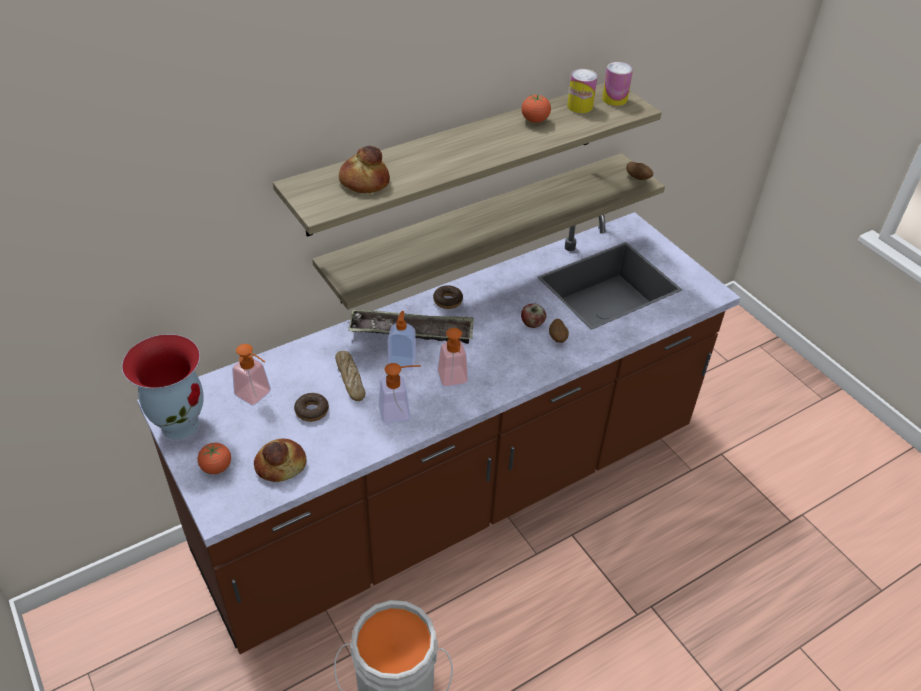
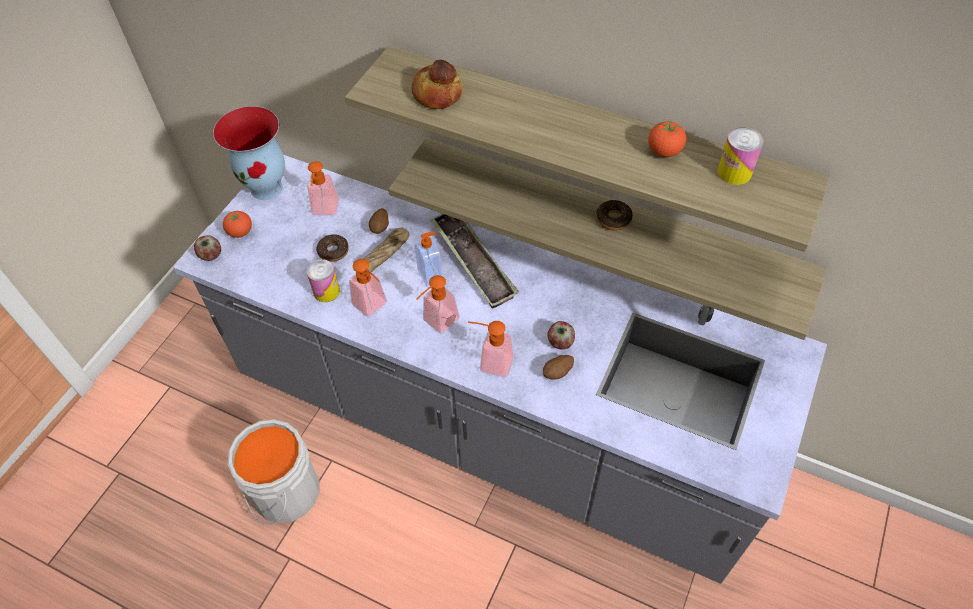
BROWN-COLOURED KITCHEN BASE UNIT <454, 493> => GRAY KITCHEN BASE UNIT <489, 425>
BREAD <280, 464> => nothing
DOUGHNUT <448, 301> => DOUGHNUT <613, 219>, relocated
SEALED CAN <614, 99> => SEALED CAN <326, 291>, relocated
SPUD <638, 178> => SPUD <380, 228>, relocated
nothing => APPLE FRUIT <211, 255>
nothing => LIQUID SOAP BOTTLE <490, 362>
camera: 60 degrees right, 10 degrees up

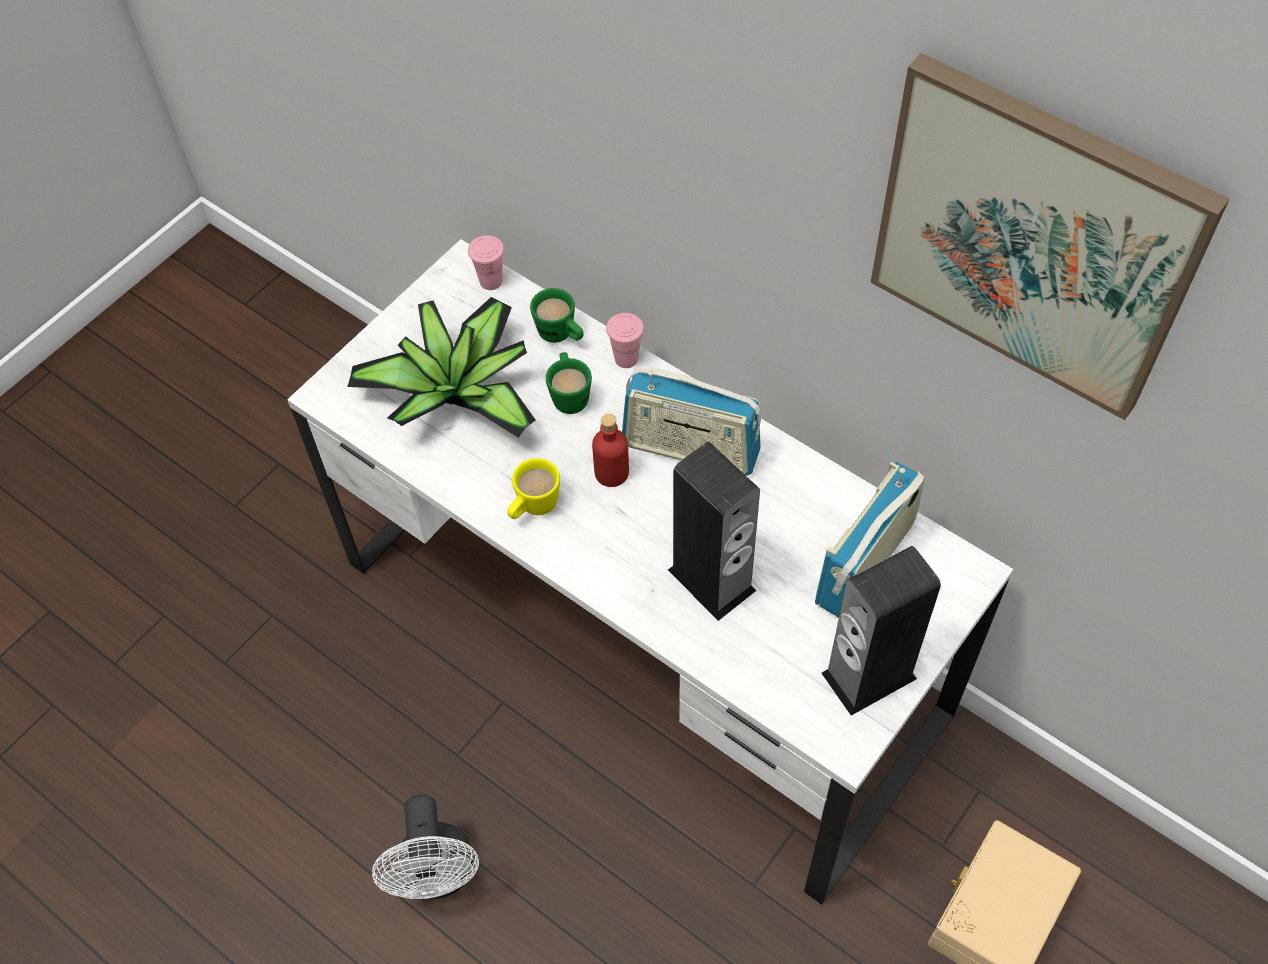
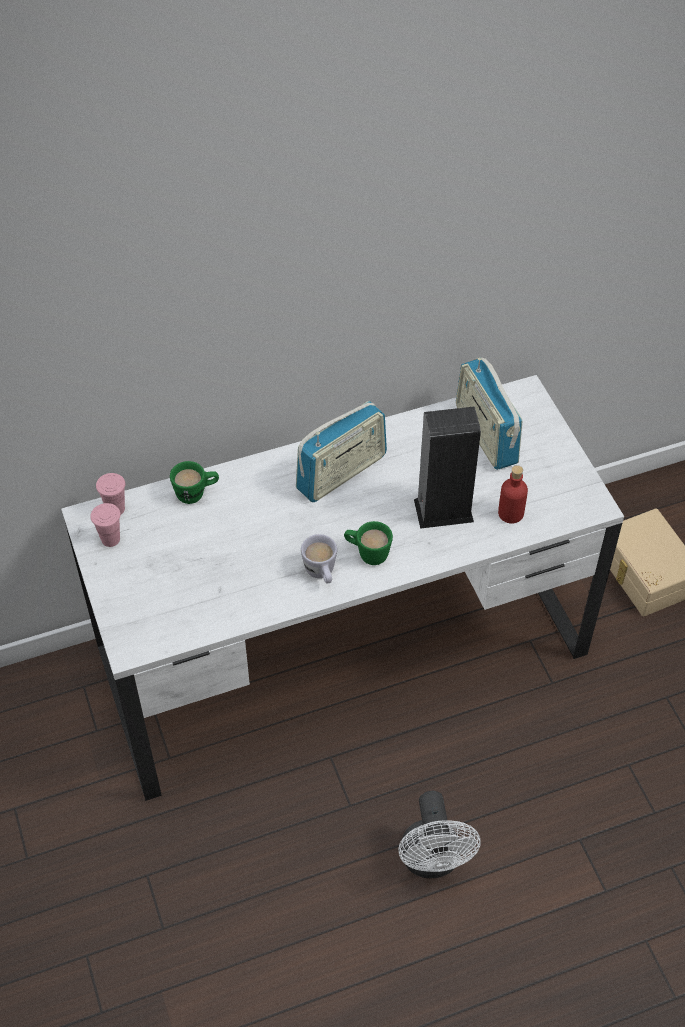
PLANT IN A POT <457, 392> => nothing
WHITE-COLOURED FAN <438, 876> => WHITE-COLOURED FAN <432, 861>, 60 degrees clockwise
YELLOWISH MUG <533, 508> => WHITE-COLOURED MUG <321, 574>
GREEN MUG <569, 395> => GREEN MUG <367, 553>, relocated
RED DRINK BOTTLE <611, 472> => RED DRINK BOTTLE <510, 513>, relocated
PINKISH DRINKING CUP <626, 359> => PINKISH DRINKING CUP <110, 539>, relocated
AUDIO SPEAKER <869, 675> => nothing
PICTURE <1033, 238> => nothing
camera: 60 degrees left, 5 degrees down

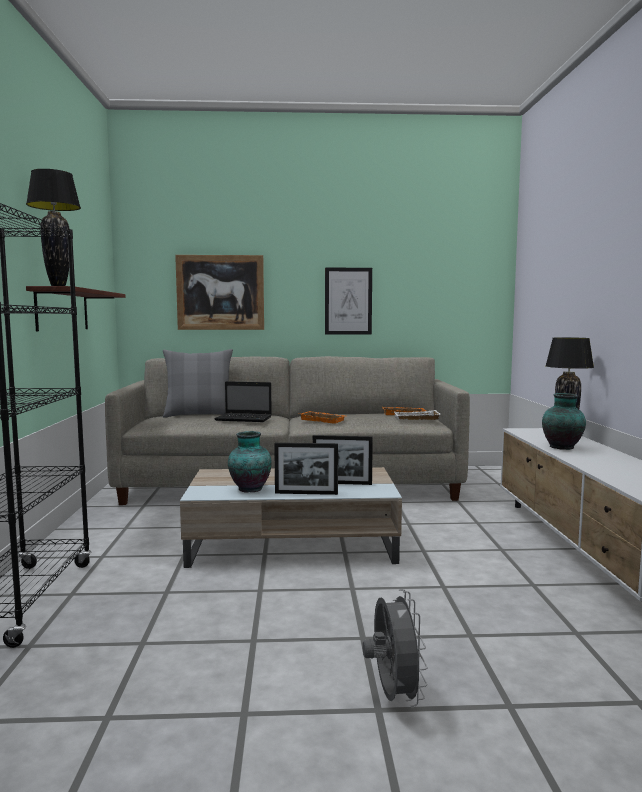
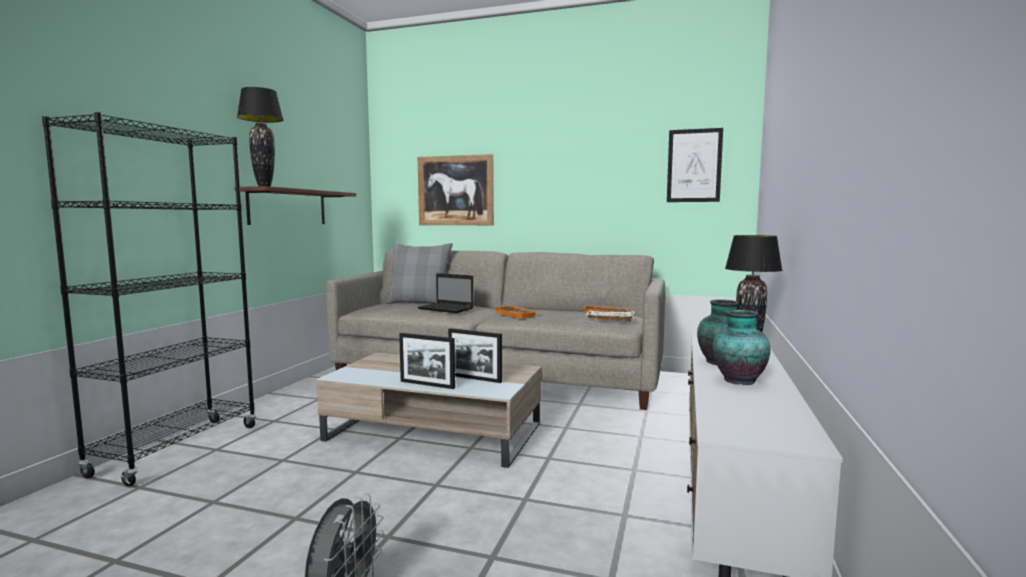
FLOWER VASE <249, 489> => FLOWER VASE <738, 381>, relocated
PICTURE <348, 301> => PICTURE <694, 165>, relocated
camera: 20 degrees right, 0 degrees up

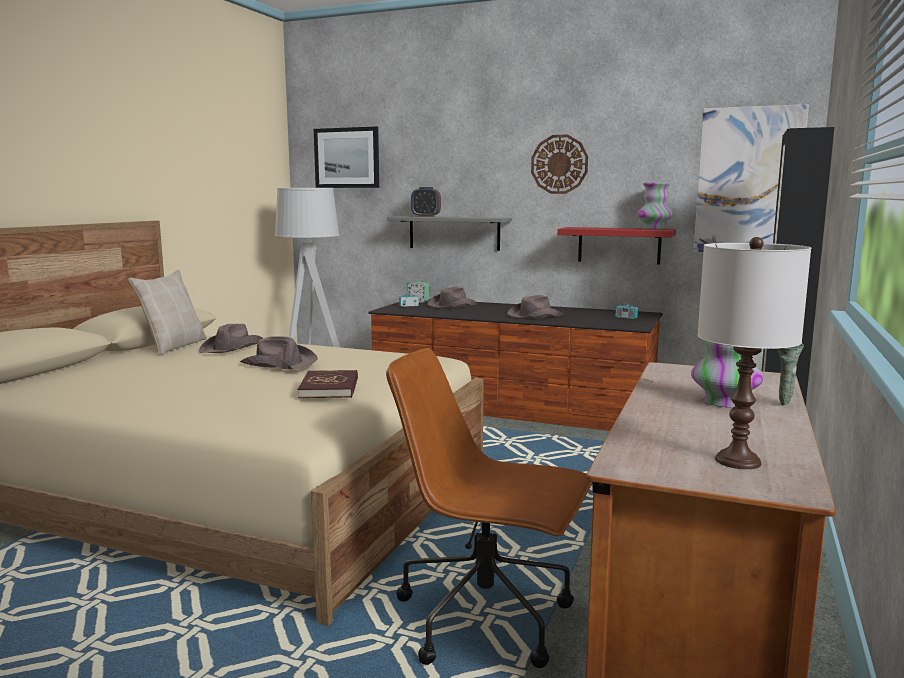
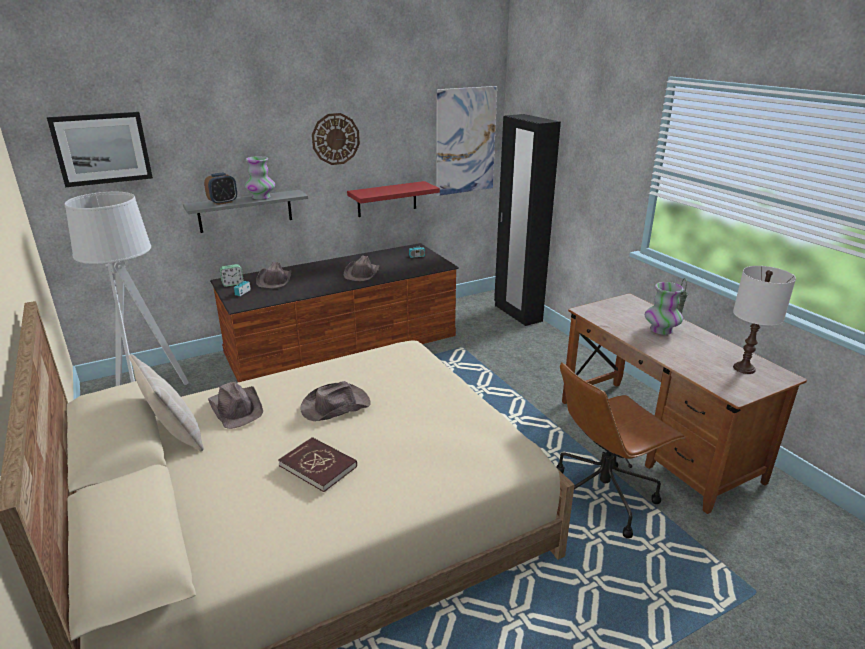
RED VOLUME <329, 388> => RED VOLUME <318, 466>, relocated
FLOWER VASE <653, 229> => FLOWER VASE <261, 197>, relocated
camera: 50 degrees left, 15 degrees up

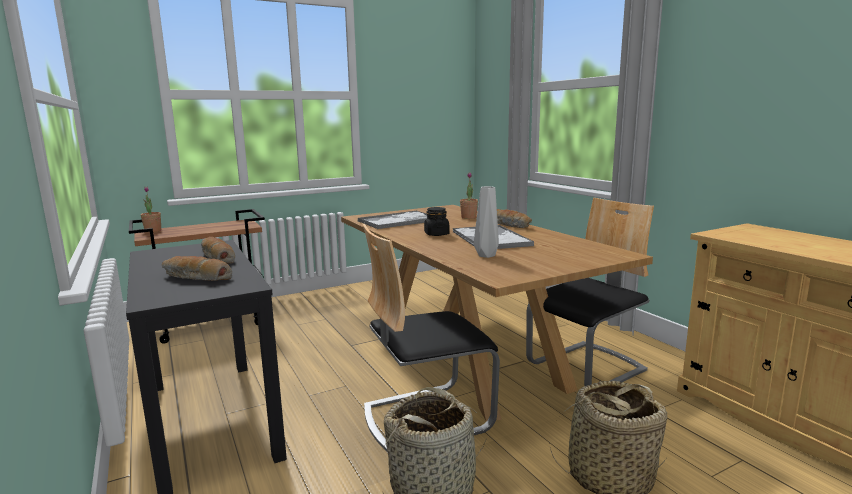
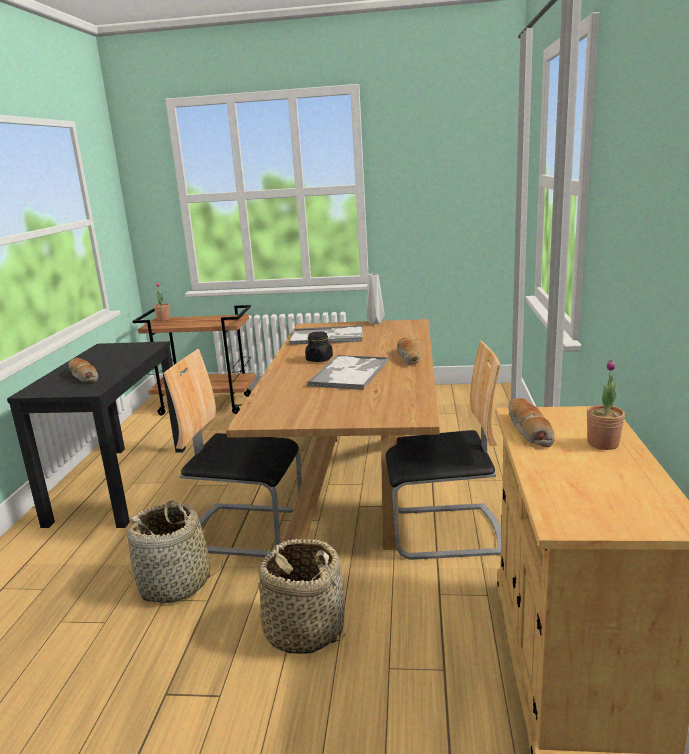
BREAD <217, 257> => BREAD <527, 430>, relocated
PLANT IN A POT <468, 217> => PLANT IN A POT <603, 444>, relocated
GRAY FLOWER VASE <487, 256> => GRAY FLOWER VASE <375, 323>, relocated
camera: 35 degrees right, 5 degrees up

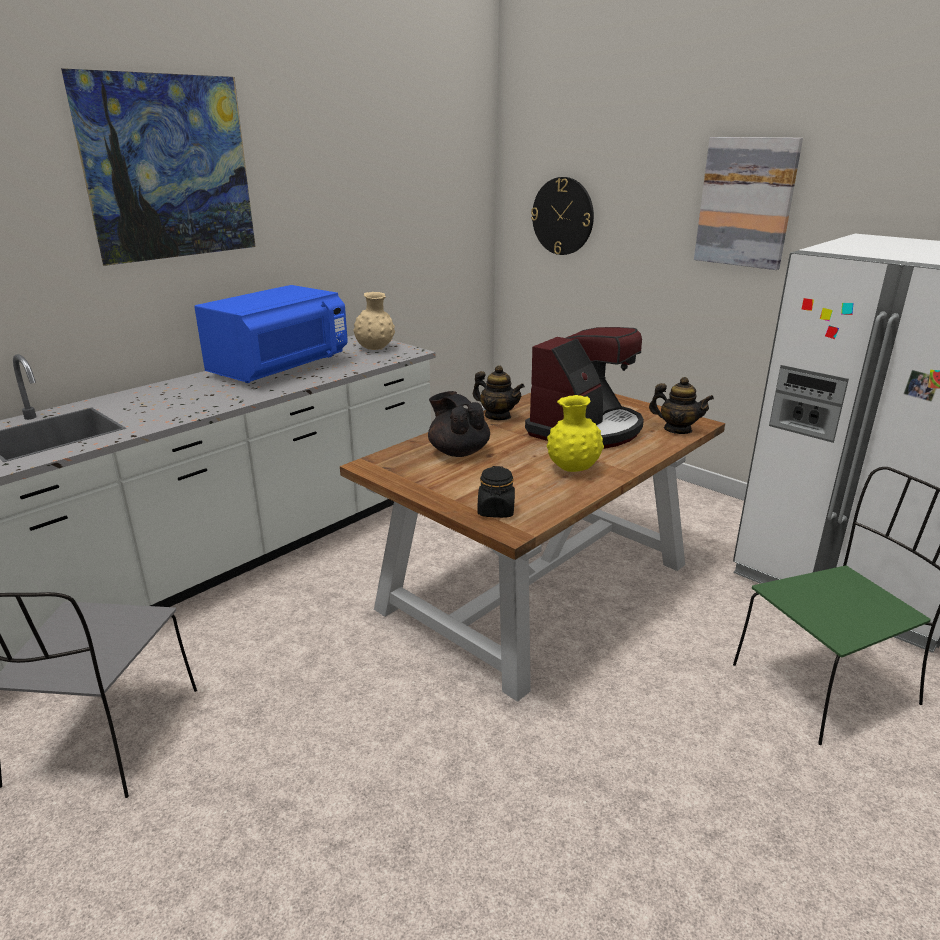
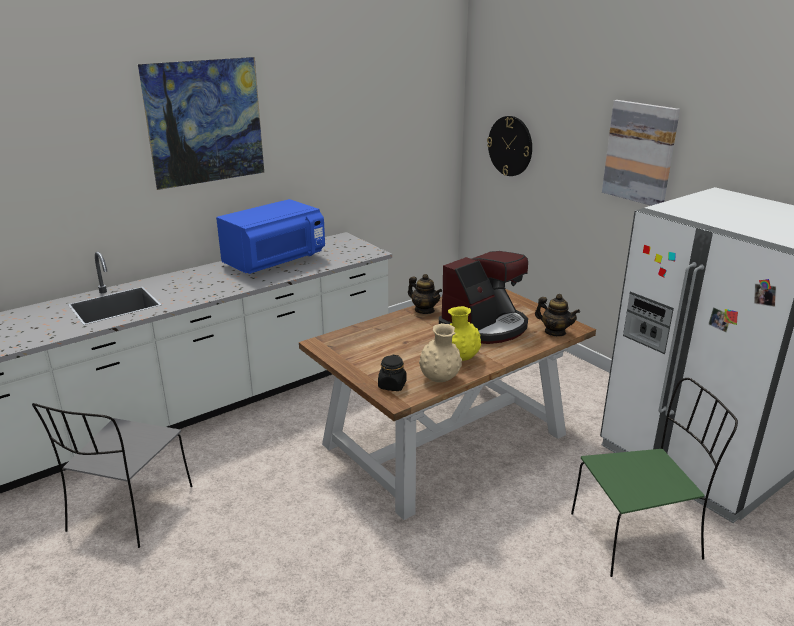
BEIGE FLOWER VASE <375, 349> => BEIGE FLOWER VASE <439, 379>, relocated
BLACKISH TEAPOT <458, 452> => nothing
camera: 10 degrees right, 0 degrees up

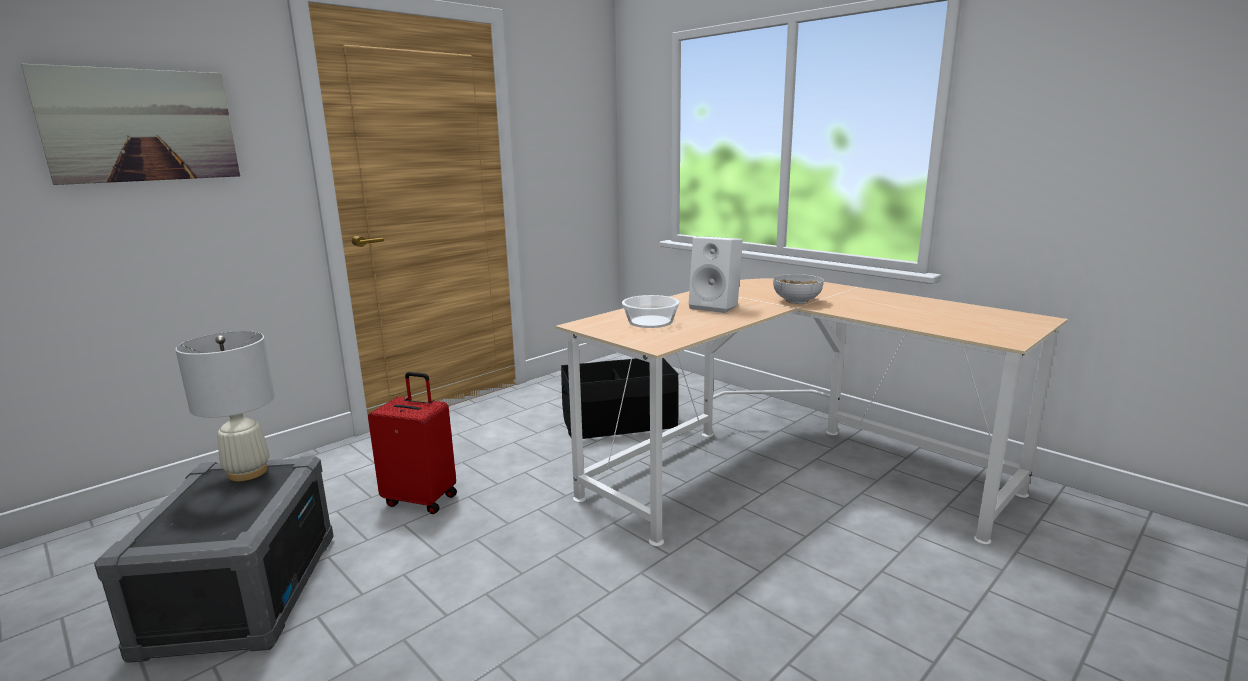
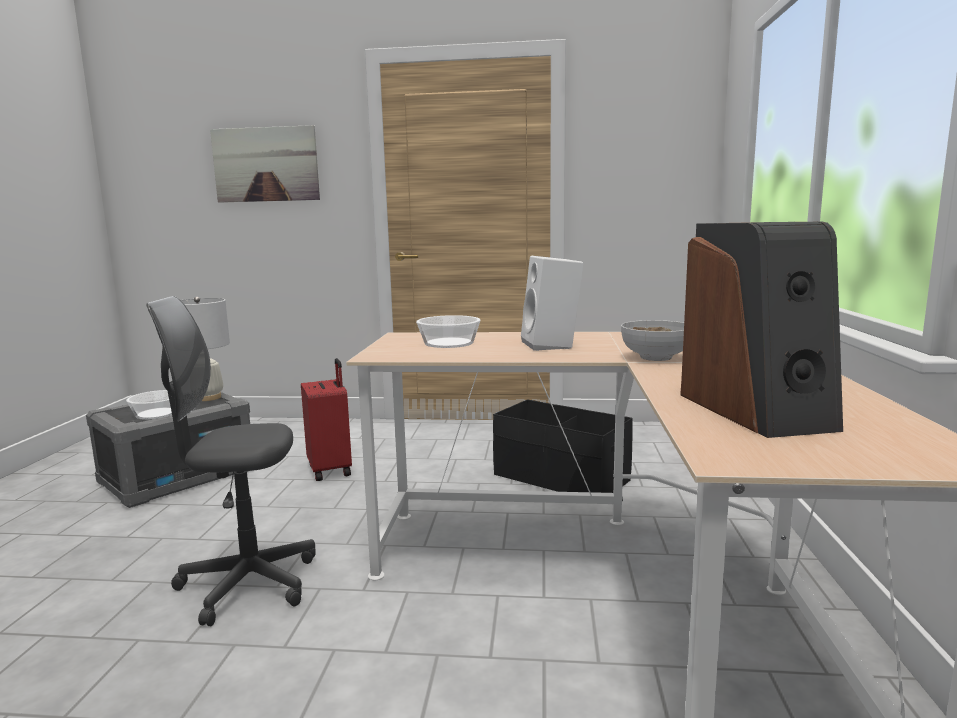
nothing => SERVING BOWL <156, 413>
nothing => GRAY OFFICE CHAIR <248, 584>
nothing => AUDIO SPEAKER <756, 410>
camera: 50 degrees right, 5 degrees down

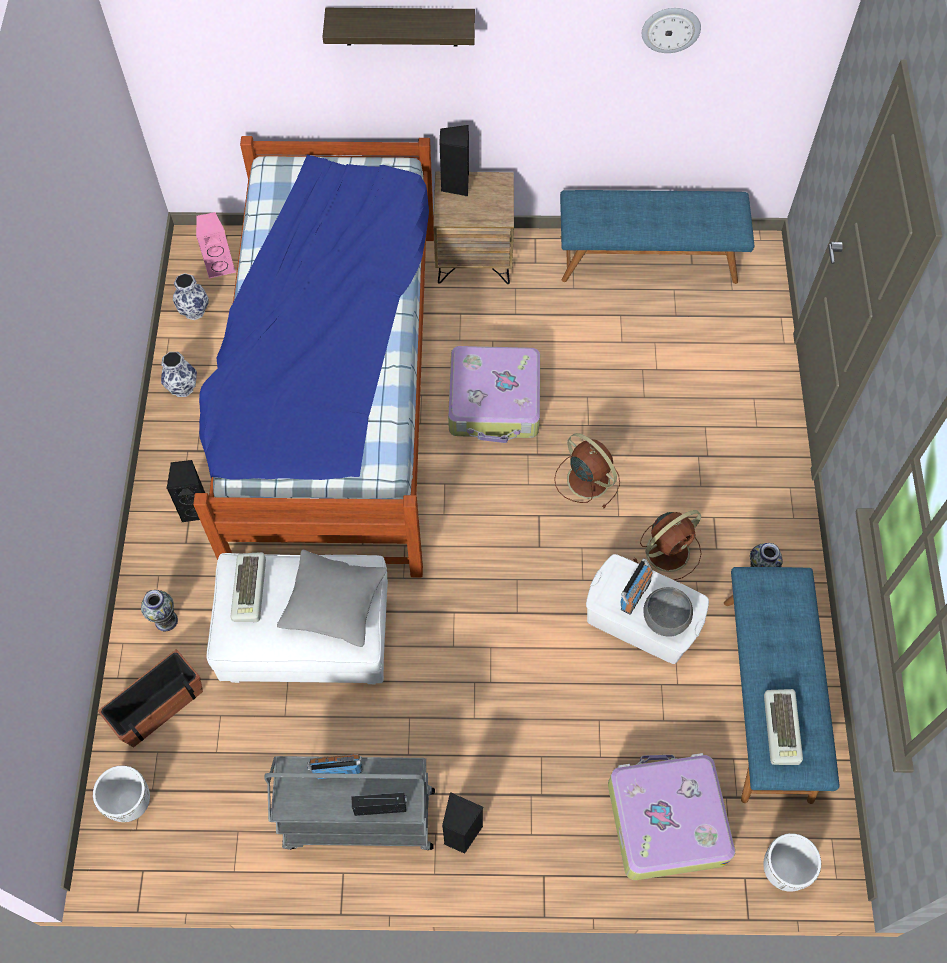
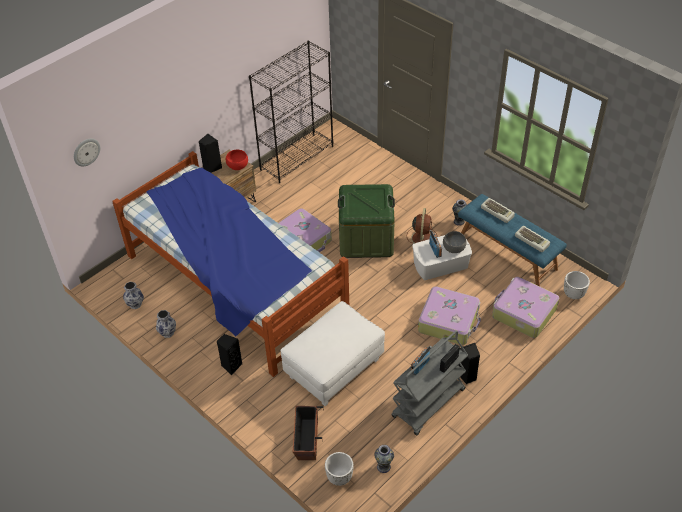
FLOWER VASE <166, 620> => FLOWER VASE <383, 466>, relocated
PINKISH AUDIO SPEAKER <220, 266> => nothing
COMPUTER KEYBOARD <251, 590> => COMPUTER KEYBOARD <498, 212>, relocated
GRAY THROW PILLOW <334, 603> => nothing
SHELF <401, 26> => nothing
BROWN-COLOURED FAN <586, 478> => GREEN STORAGE CONTAINER <366, 239>
BLUE INDOOR BENCH <648, 258> => BLACKISH BOOKCASE <297, 157>
HANGING CLOCK <671, 29> => HANGING CLOCK <86, 151>, relocated
nothing => RED SERVING BOWL <237, 166>
nothing => TRAVEL CASE <449, 321>
camera: 45 degrees left, 15 degrees down

